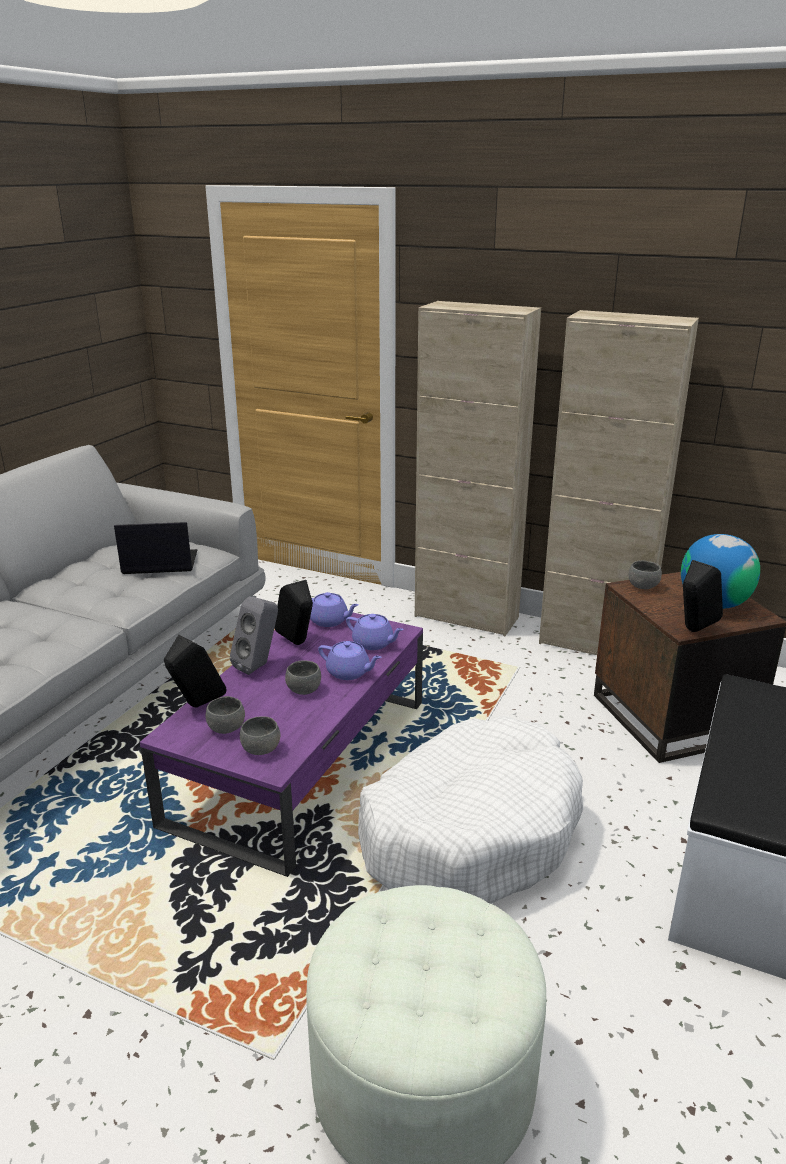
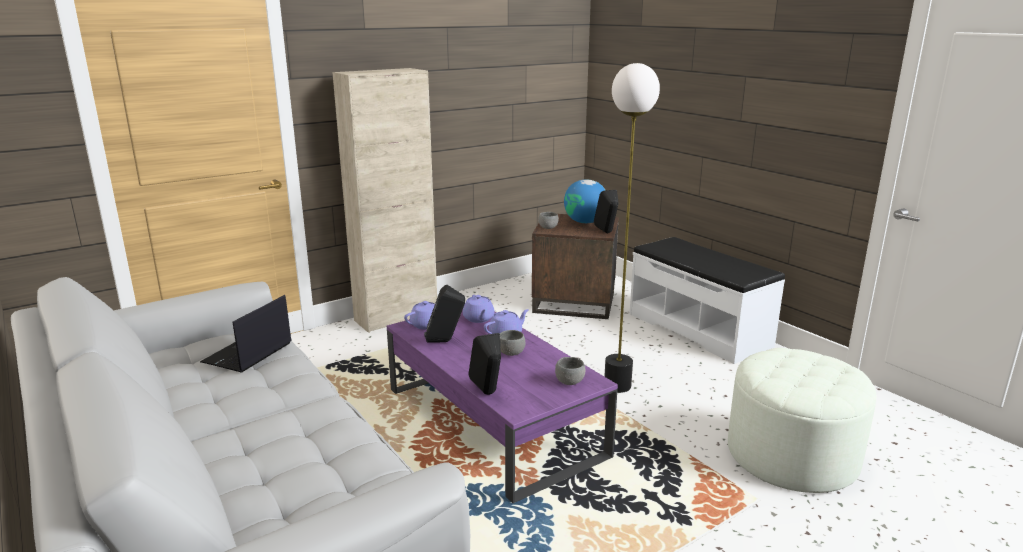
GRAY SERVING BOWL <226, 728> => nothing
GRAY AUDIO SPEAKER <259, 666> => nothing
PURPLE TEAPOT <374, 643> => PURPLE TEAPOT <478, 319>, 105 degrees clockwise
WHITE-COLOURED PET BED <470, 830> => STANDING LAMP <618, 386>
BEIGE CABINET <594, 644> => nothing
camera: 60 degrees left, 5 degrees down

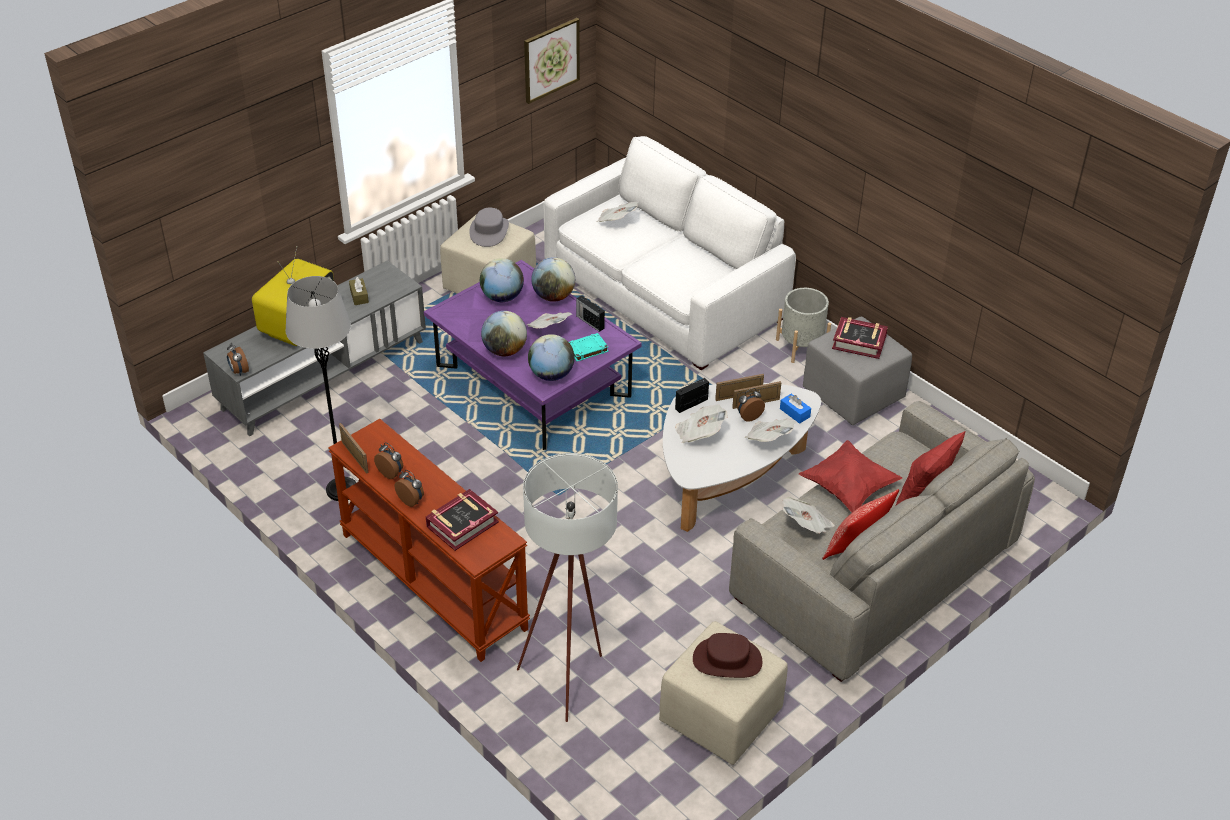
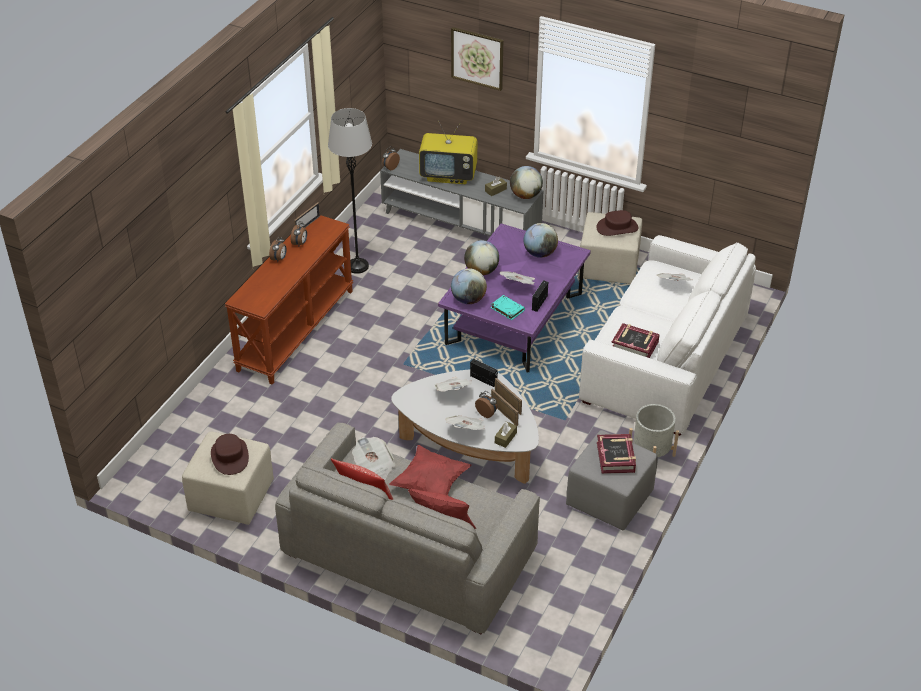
VOLUME <462, 524> => VOLUME <635, 345>, relocated
GRAY WEARABLE HAT <489, 231> => BROWN-COLOURED WEARABLE HAT <617, 227>
WHITE-COLOURED STANDING LAMP <571, 676> => nothing
PICTURE <551, 60> => PICTURE <477, 58>, relocated
DESK GLOBE <553, 296> => DESK GLOBE <525, 195>, relocated
BLUE TISSUE BOX <794, 413> => BROWN-COLOURED TISSUE BOX <505, 438>
camera: 70 degrees right, 0 degrees up

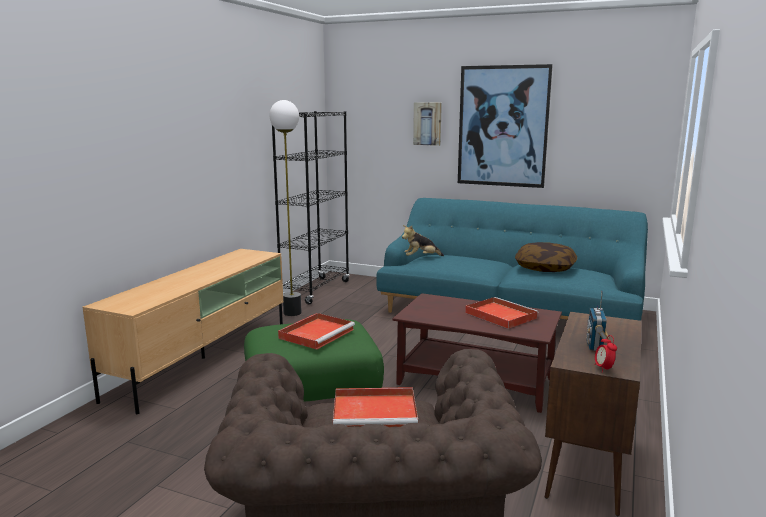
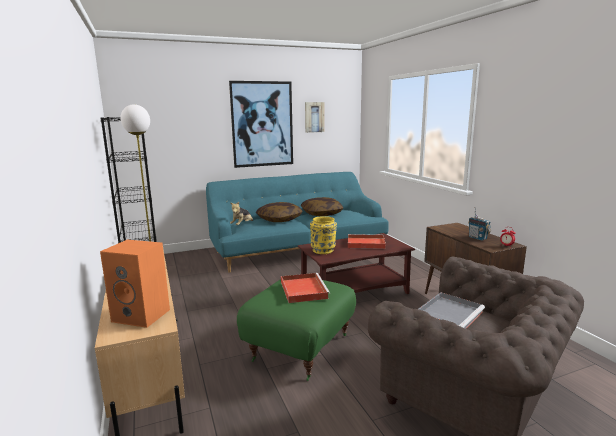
RED SERVING TRAY <376, 413> => GRAY SERVING TRAY <449, 314>
PICTURE <427, 123> => PICTURE <314, 117>, relocated
nothing => ORANGEY AUDIO SPEAKER <143, 315>
nothing => THROW PILLOW <279, 219>
nothing => YELLOWISH FLOWER VASE <323, 250>
camera: 45 degrees left, 0 degrees up

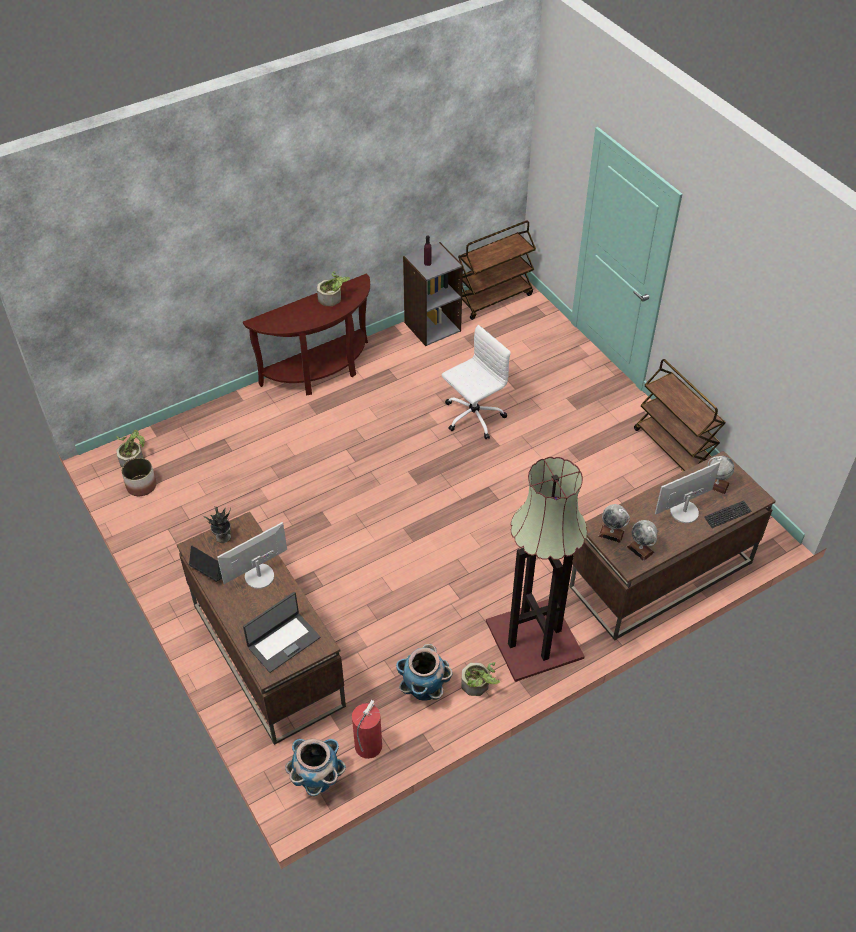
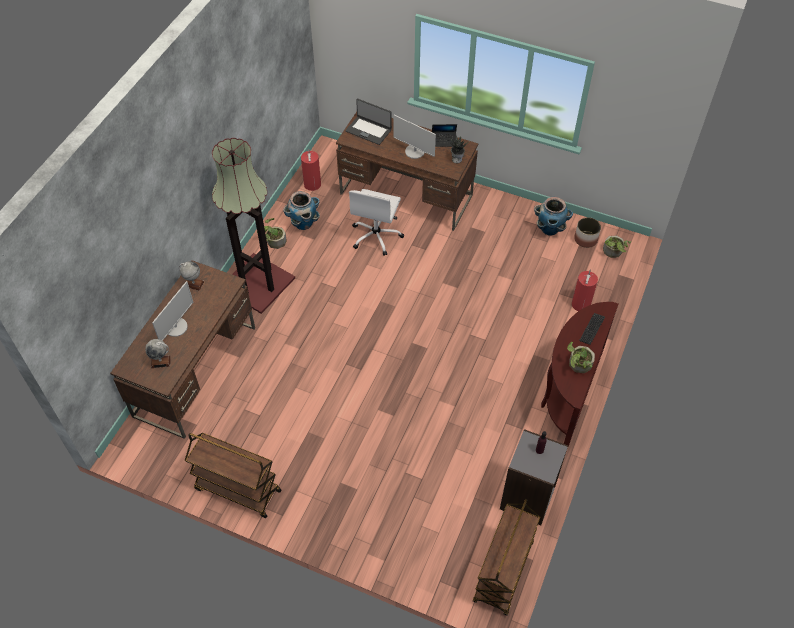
MONITOR <259, 576> => MONITOR <415, 151>, 105 degrees clockwise
LAPTOP <283, 642> => LAPTOP <368, 130>, 75 degrees counterclockwise
PLANTER <317, 780> => PLANTER <550, 229>, relocated
WHITE-COLOURED OFFICE CHAIR <472, 417> => WHITE-COLOURED OFFICE CHAIR <376, 236>, relocated
DESK GLOBE <611, 533> => nothing
COMPUTER KEYBOARD <727, 515> => COMPUTER KEYBOARD <592, 329>, relocated
nothing => FIRE EXTINGUISHER <581, 303>
camera: 145 degrees right, 5 degrees up

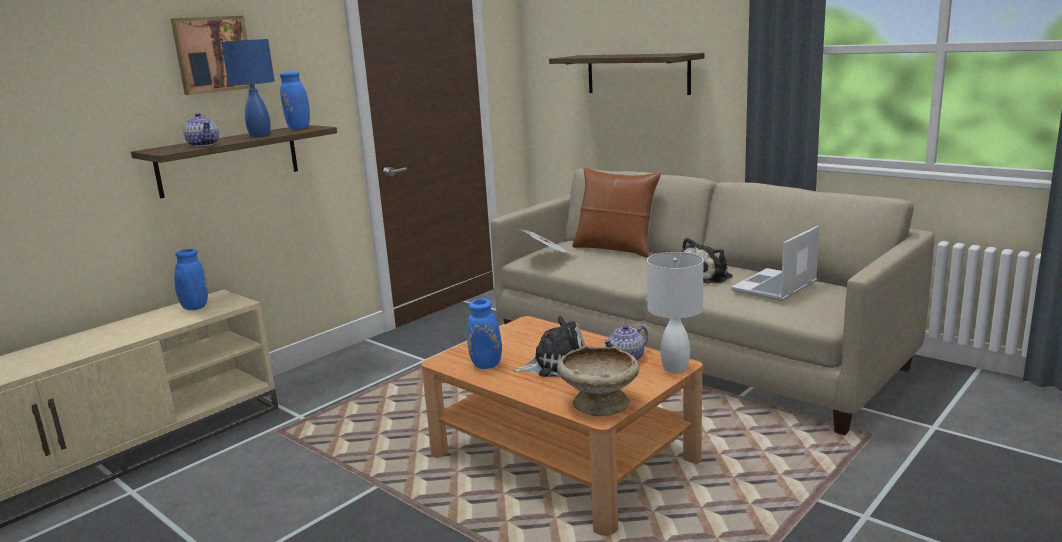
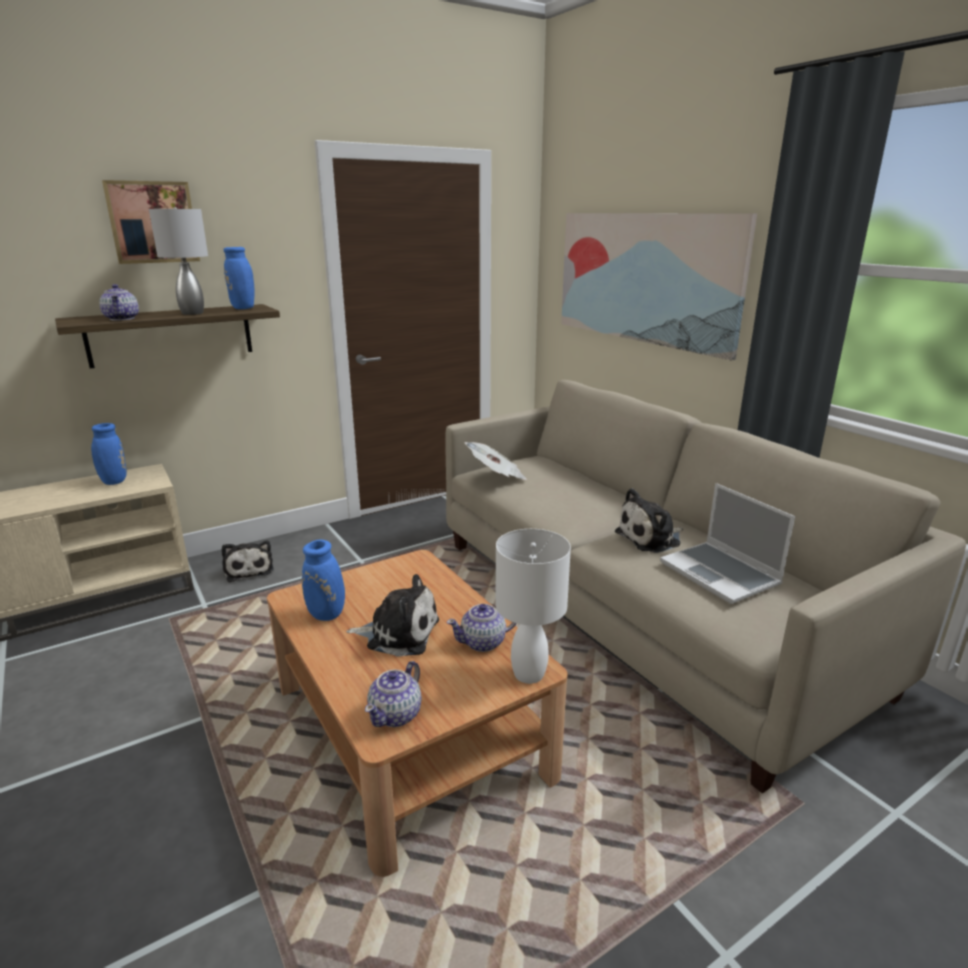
BLUE TABLE LAMP <259, 135> => GRAY TABLE LAMP <192, 313>
SHELF <637, 74> => PICTURE <644, 278>
BEIGE SERVING BOWL <599, 404> => TEAPOT <396, 714>
BROWN-COLOURED THROW PILLOW <615, 249> => nothing
LAPTOP <775, 287> => LAPTOP <721, 574>, 90 degrees counterclockwise
nothing => SOFT TOY <249, 569>
camera: 15 degrees right, 5 degrees up

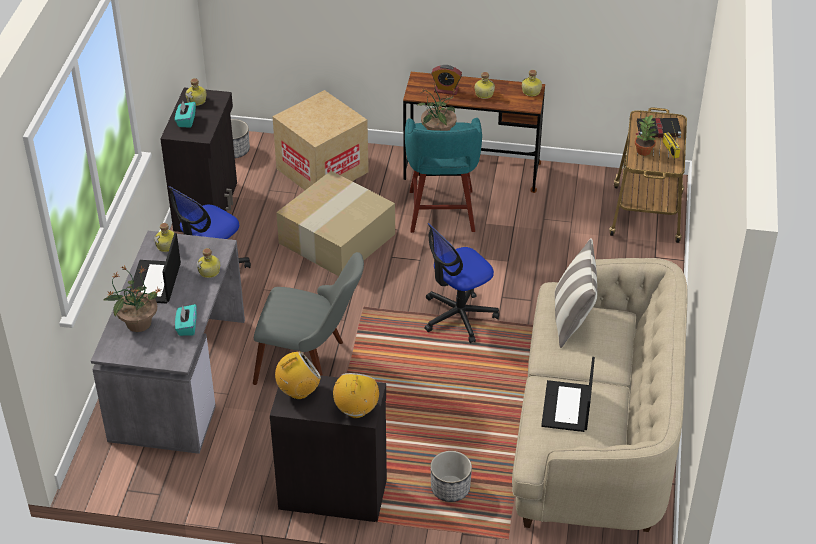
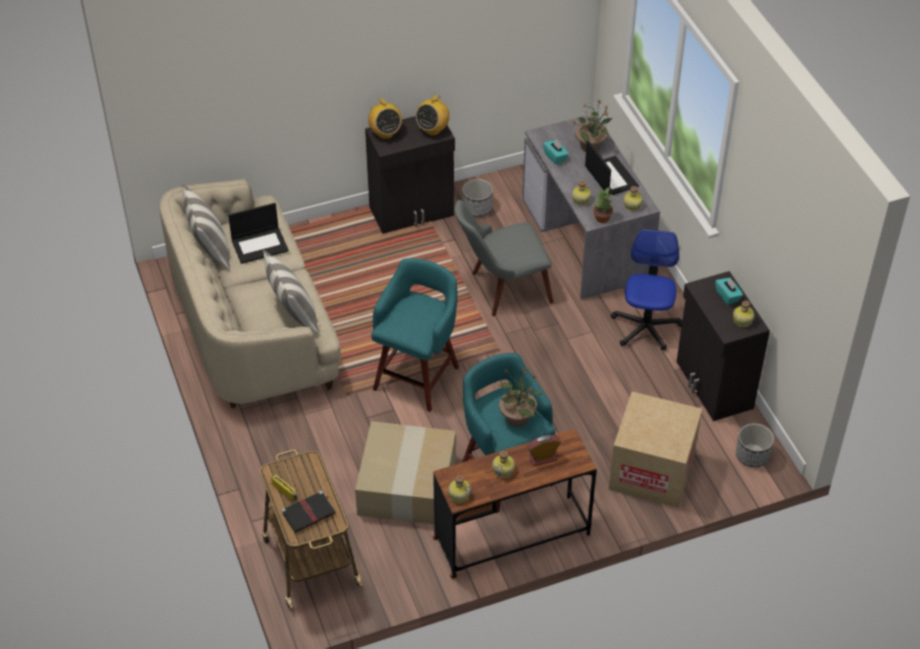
PACKING BOX <337, 237> => PACKING BOX <408, 487>, relocated
OFFICE CHAIR <458, 316> => TURQUOISE-COLOURED STOOL <418, 376>
PLANTER <450, 489> => PLANTER <477, 208>, relocated
LAPTOP <567, 407> => LAPTOP <260, 245>, 90 degrees clockwise
PLANT IN A POT <644, 151> => PLANT IN A POT <602, 218>, relocated
nothing => THROW PILLOW <210, 250>
camera: 150 degrees right, 5 degrees up

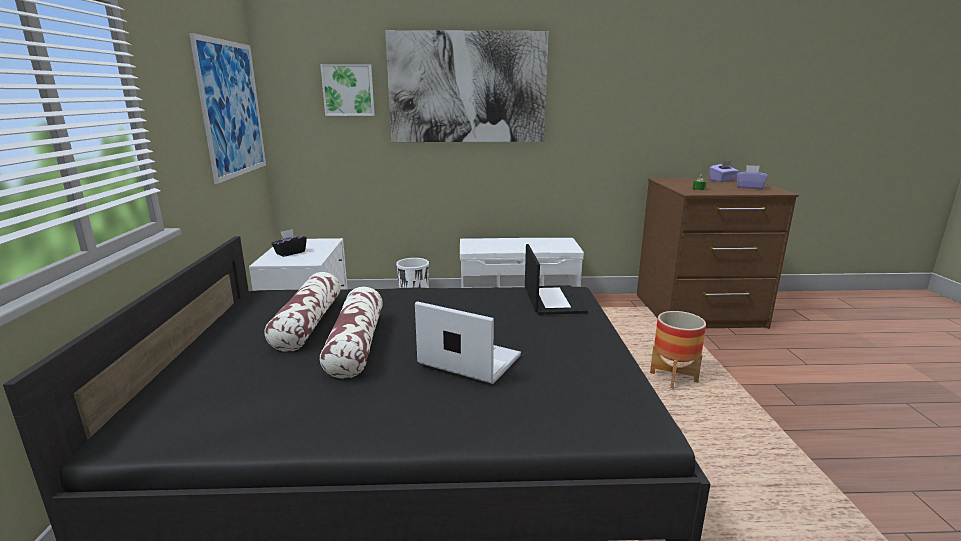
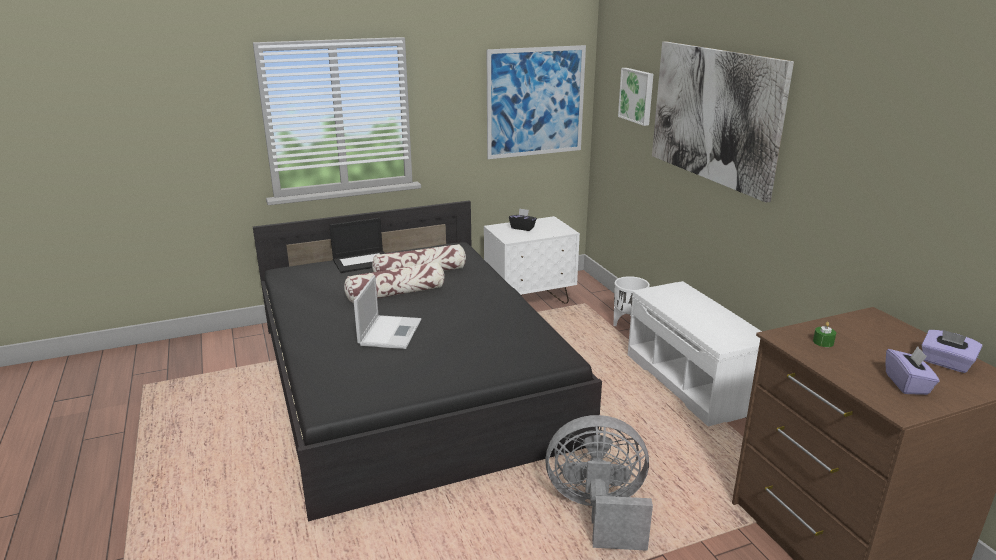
LAPTOP <552, 300> => LAPTOP <362, 261>, relocated
PLANTER <673, 378> => GRAY FAN <598, 511>
camera: 70 degrees right, 5 degrees up

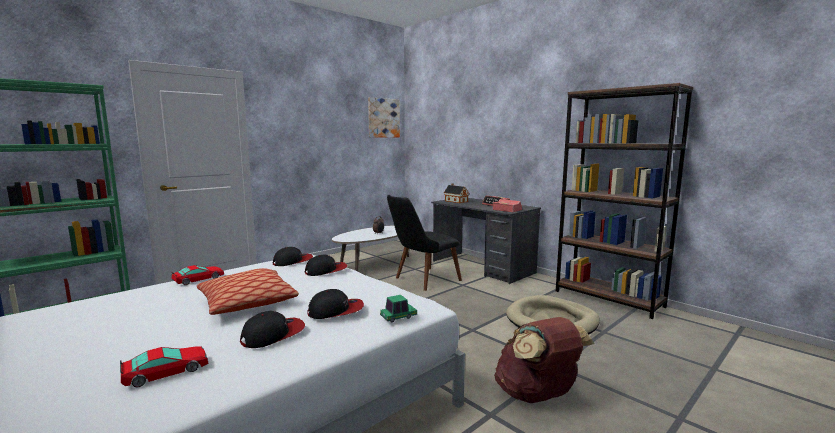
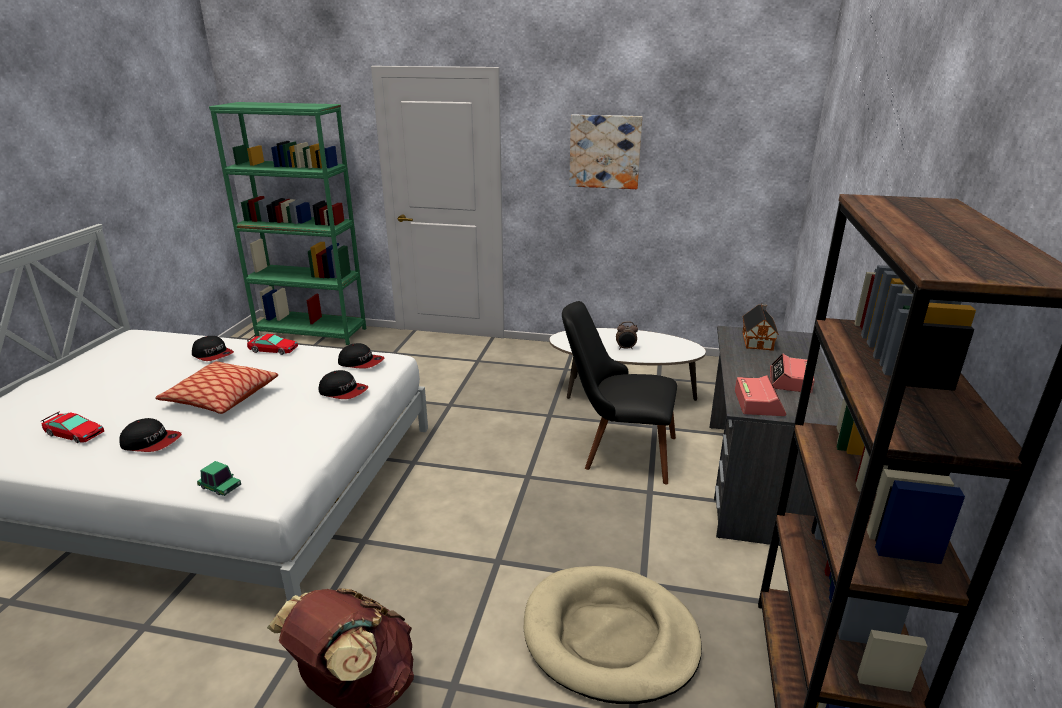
CAP <336, 310> => CAP <213, 355>, relocated
PICTURE <383, 118> => PICTURE <605, 151>, relocated
camera: 55 degrees right, 15 degrees up

